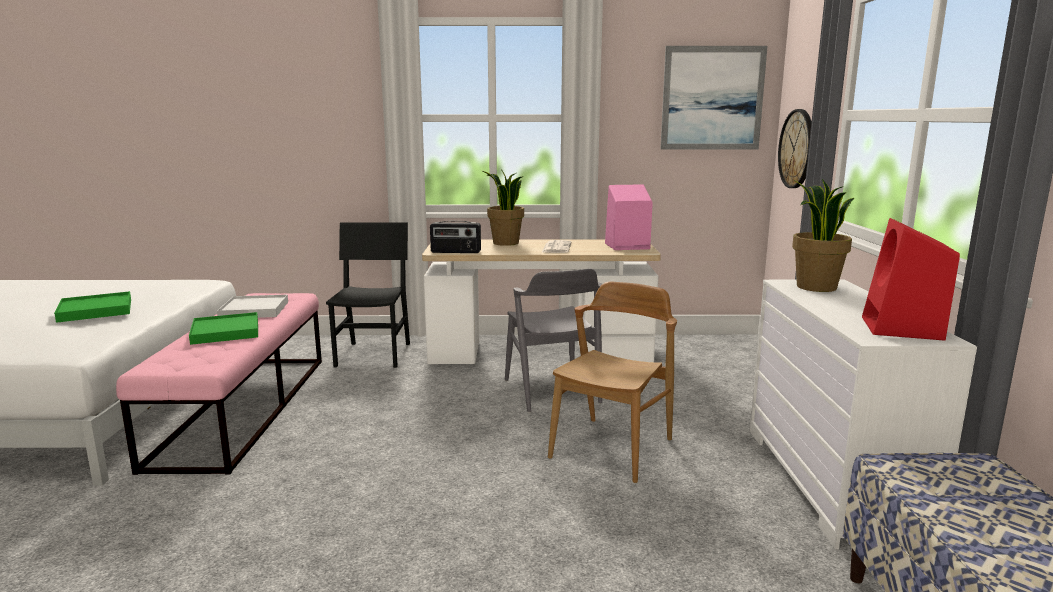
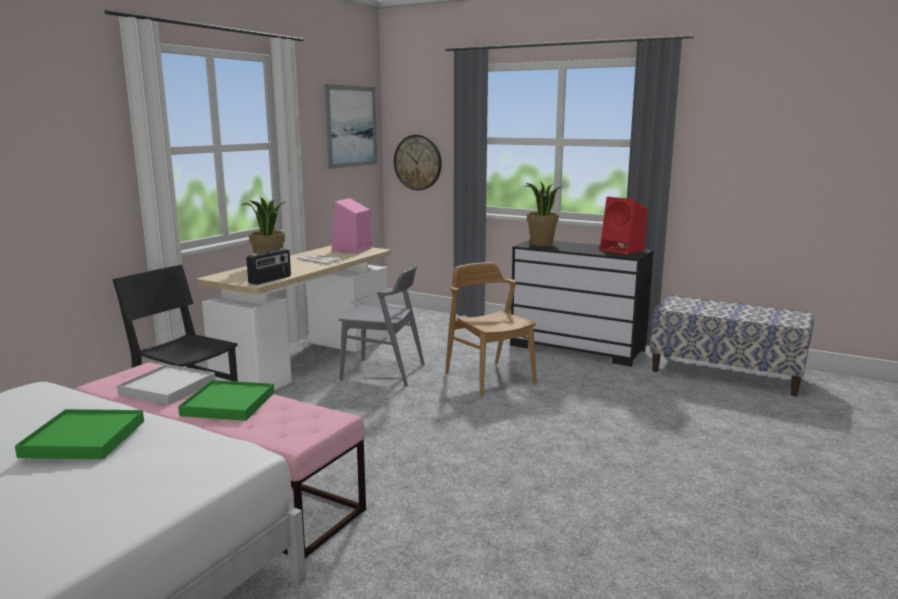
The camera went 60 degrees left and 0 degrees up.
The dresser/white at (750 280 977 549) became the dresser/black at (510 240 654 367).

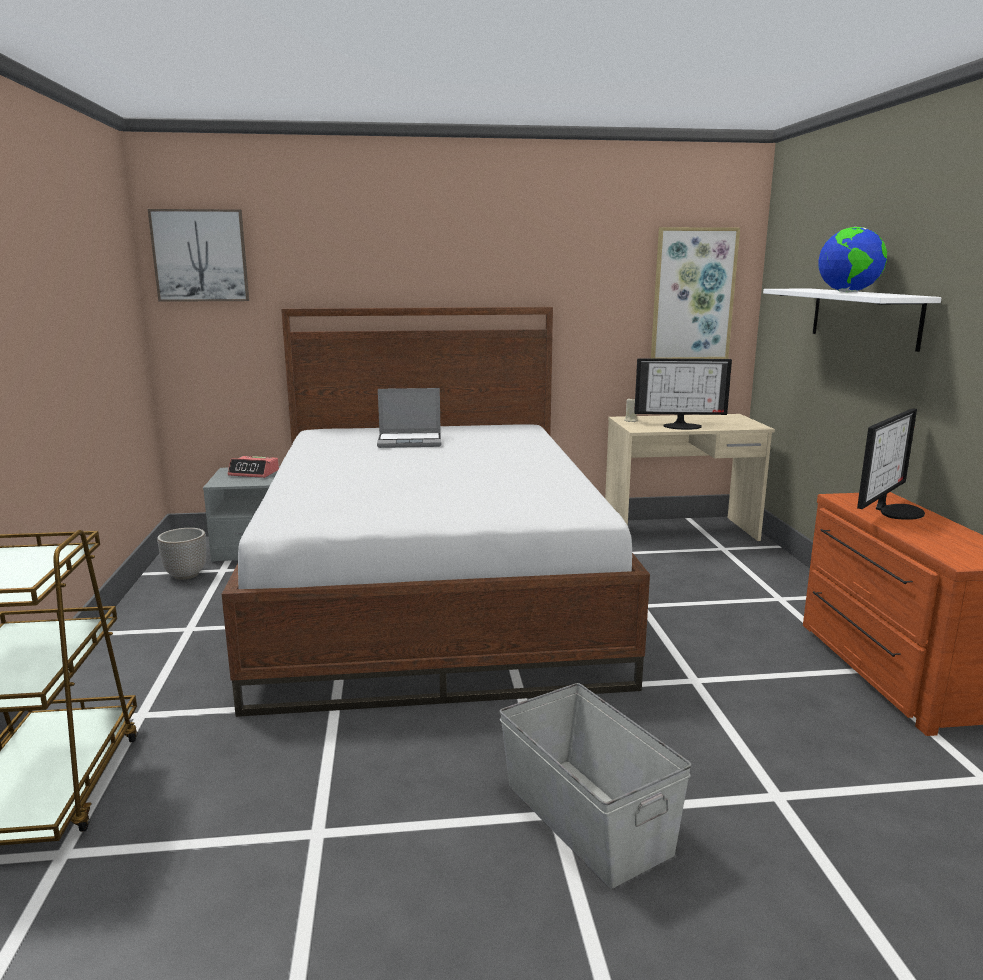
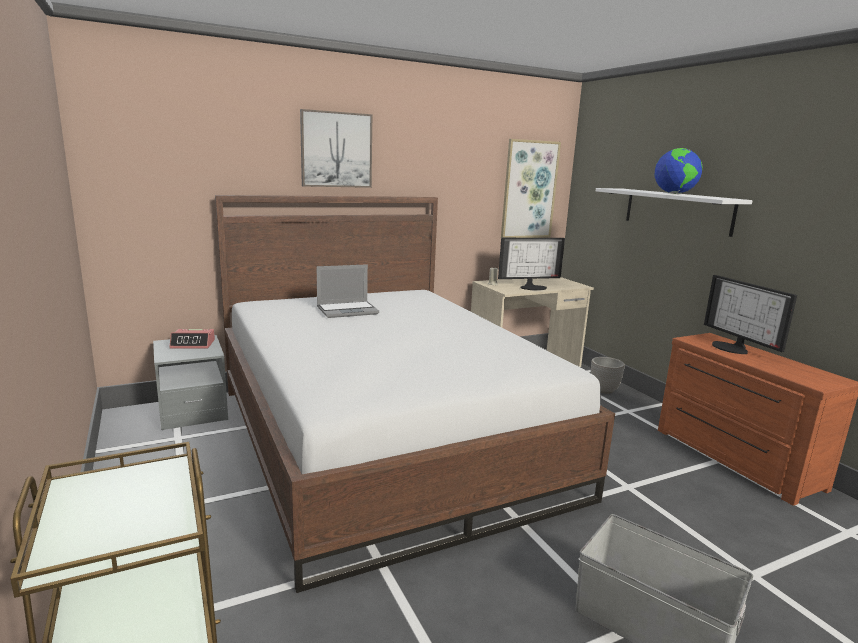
The camera went 20 degrees left and 0 degrees up.
The picture moved from (148 209 249 302) to (300 109 372 188).
The planter moved from (157 528 206 580) to (591 357 625 394).
The monitor at (857 408 925 520) turned 135 degrees clockwise.

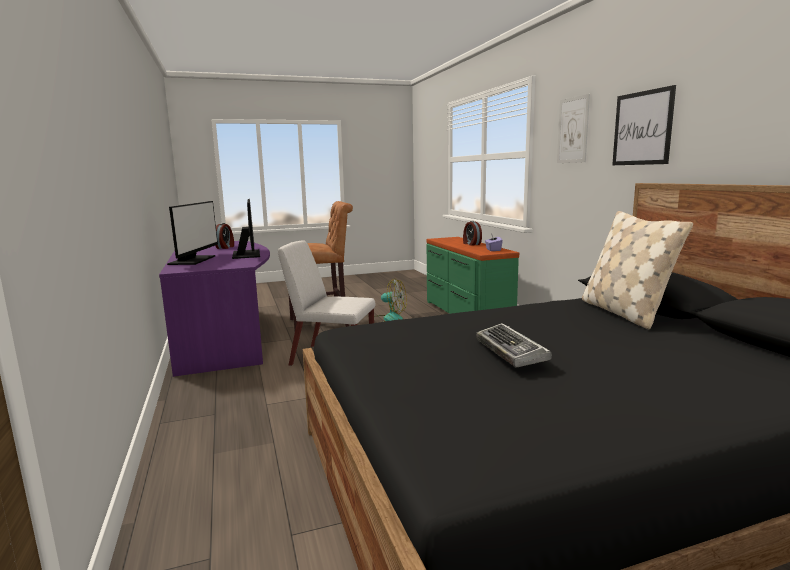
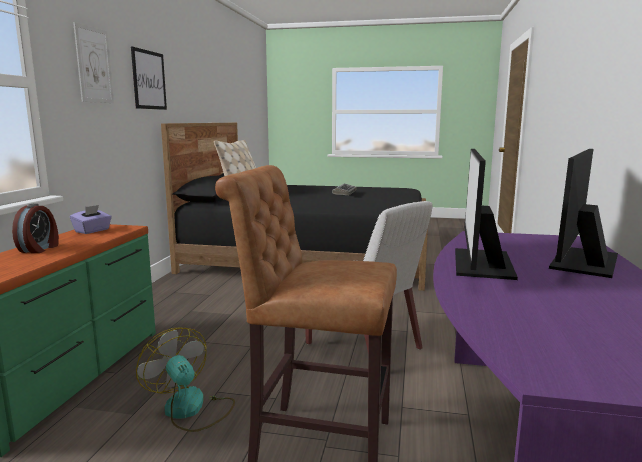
The camera went 150 degrees left and 0 degrees up.
The alarm clock at (215 223 234 249) disappeared.

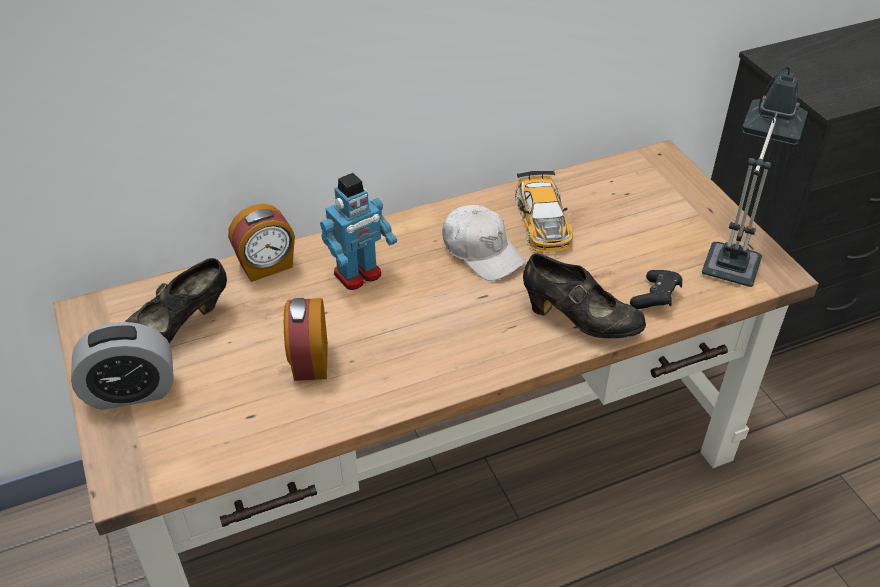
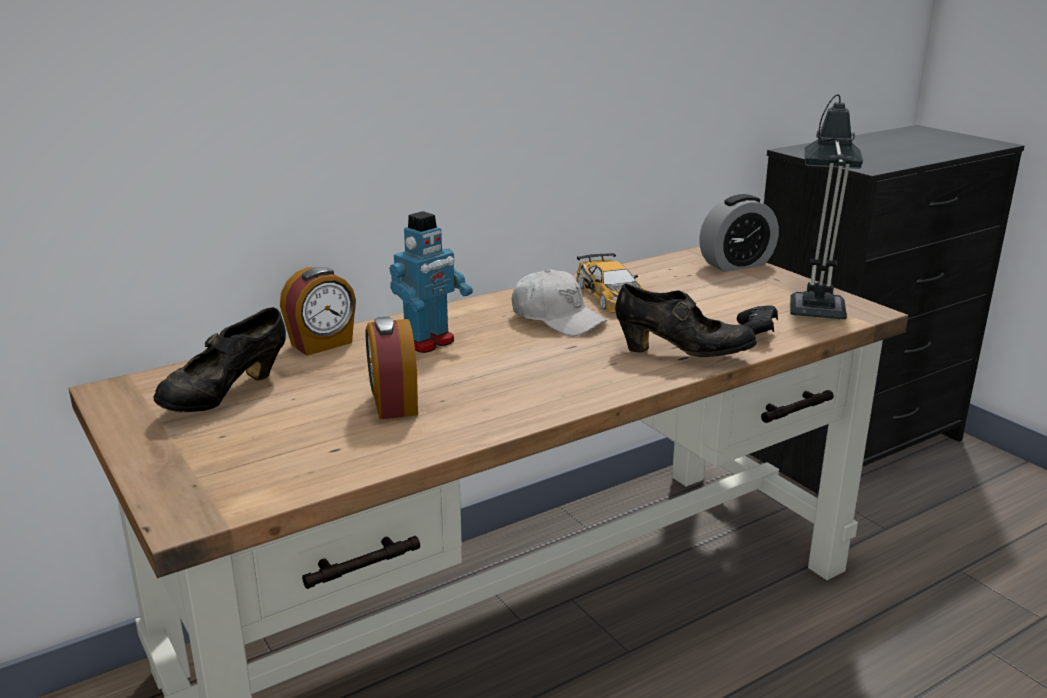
The camera went 10 degrees left and 20 degrees down.
The alarm clock moved from (71 322 174 410) to (699 194 779 272).

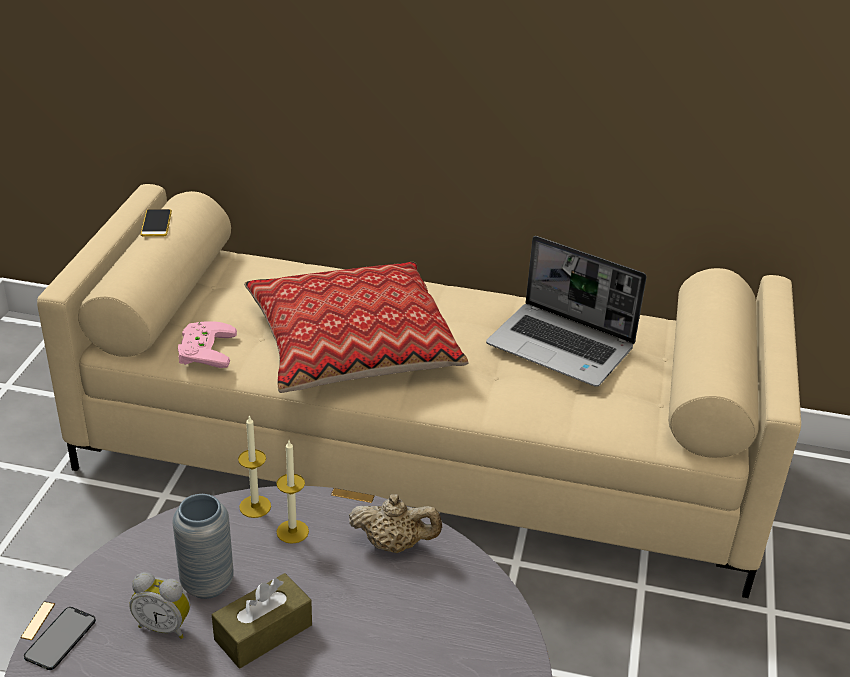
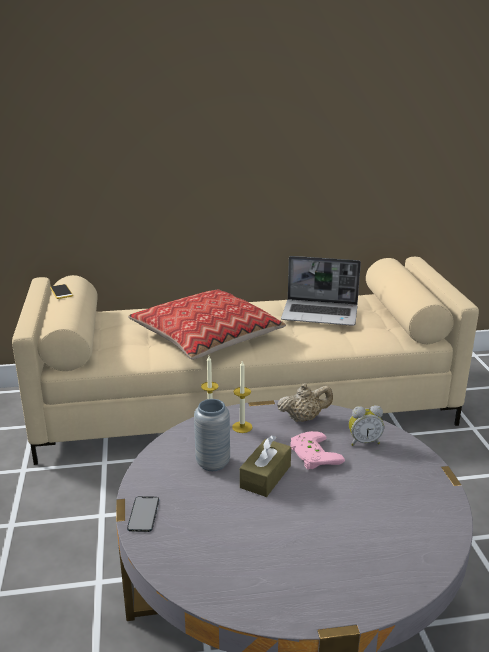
The camera went 20 degrees left and 10 degrees down.
The game controller/pink moved from (178 321 237 368) to (290 431 345 470).
The alarm clock moved from (129 572 190 639) to (349 405 384 446).

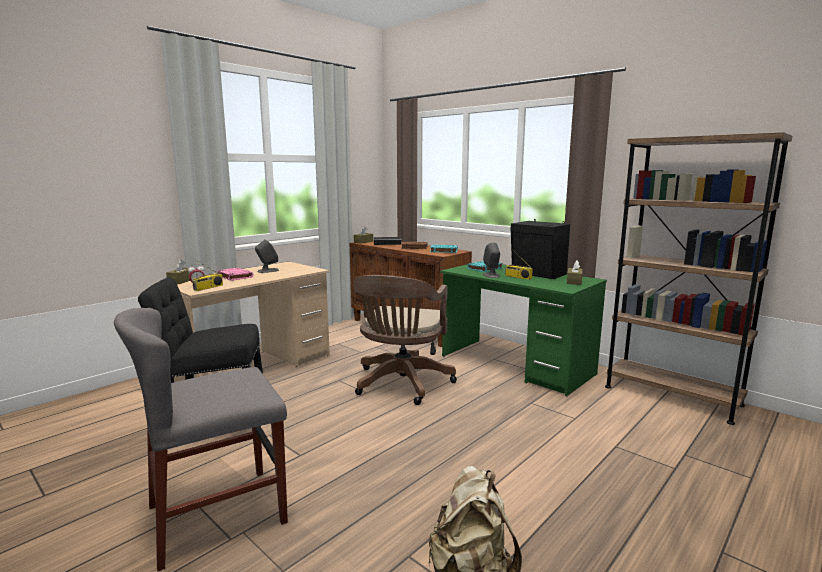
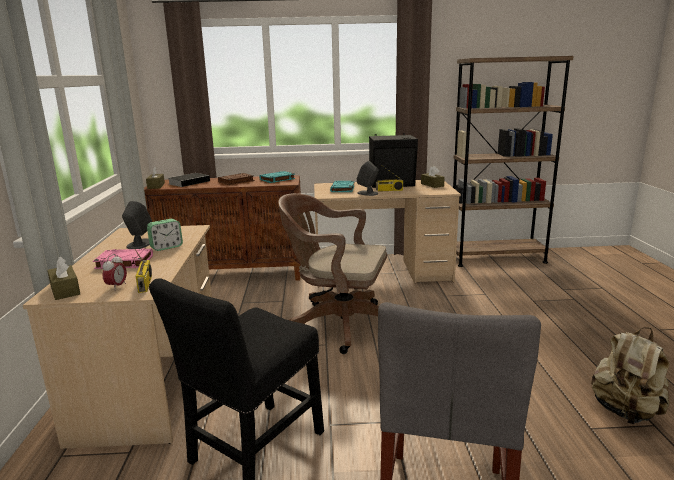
The camera went 45 degrees left and 5 degrees up.
The alarm clock at (147 219 183 251) appeared.
The office chair/brown at (354 275 457 405) turned 135 degrees clockwise.
The desk/green at (441 261 607 396) became the desk/beige at (314 180 461 288).

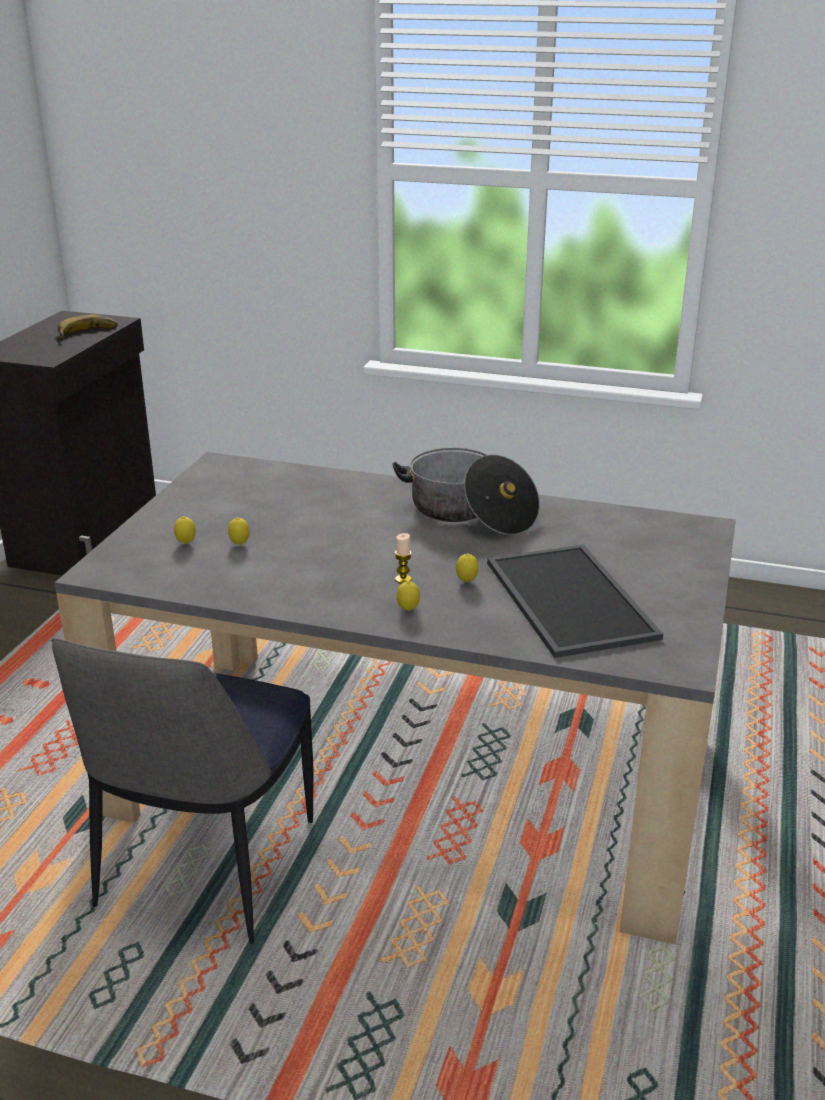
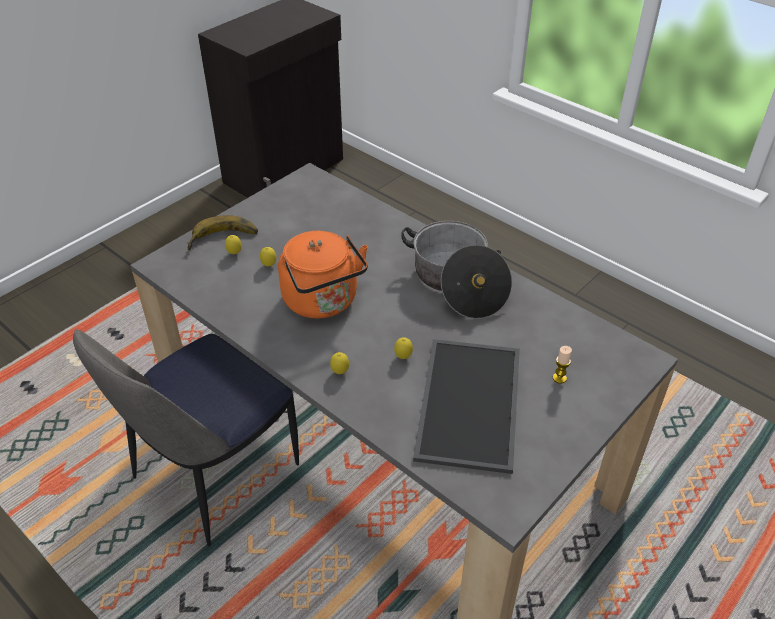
The camera went 25 degrees right and 15 degrees up.
The banana moved from (57 315 118 340) to (187 215 258 250).
The kettle/orange at (278 231 368 319) appeared.
The candle moved from (395 533 412 584) to (553 346 572 384).

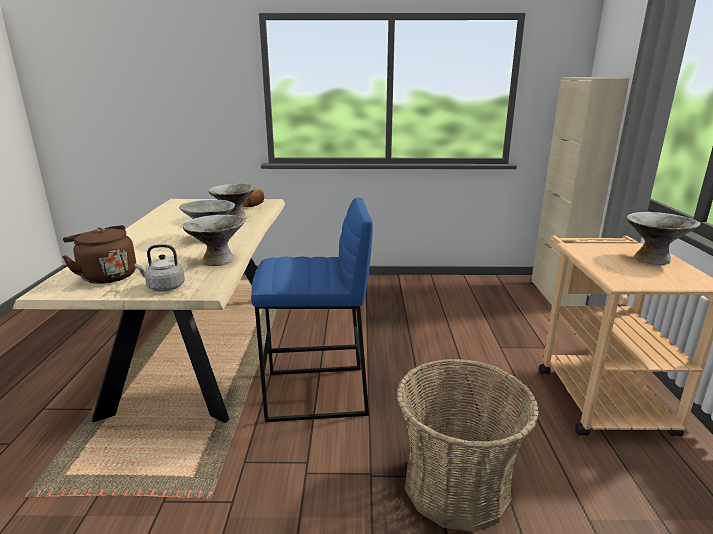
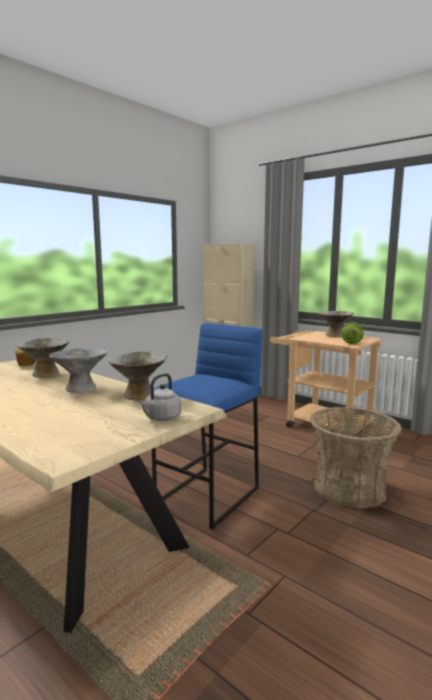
The camera went 50 degrees left and 10 degrees down.
The lettuce at (341 322 364 344) appeared.
The kettle/brown at (62 225 136 284) disappeared.

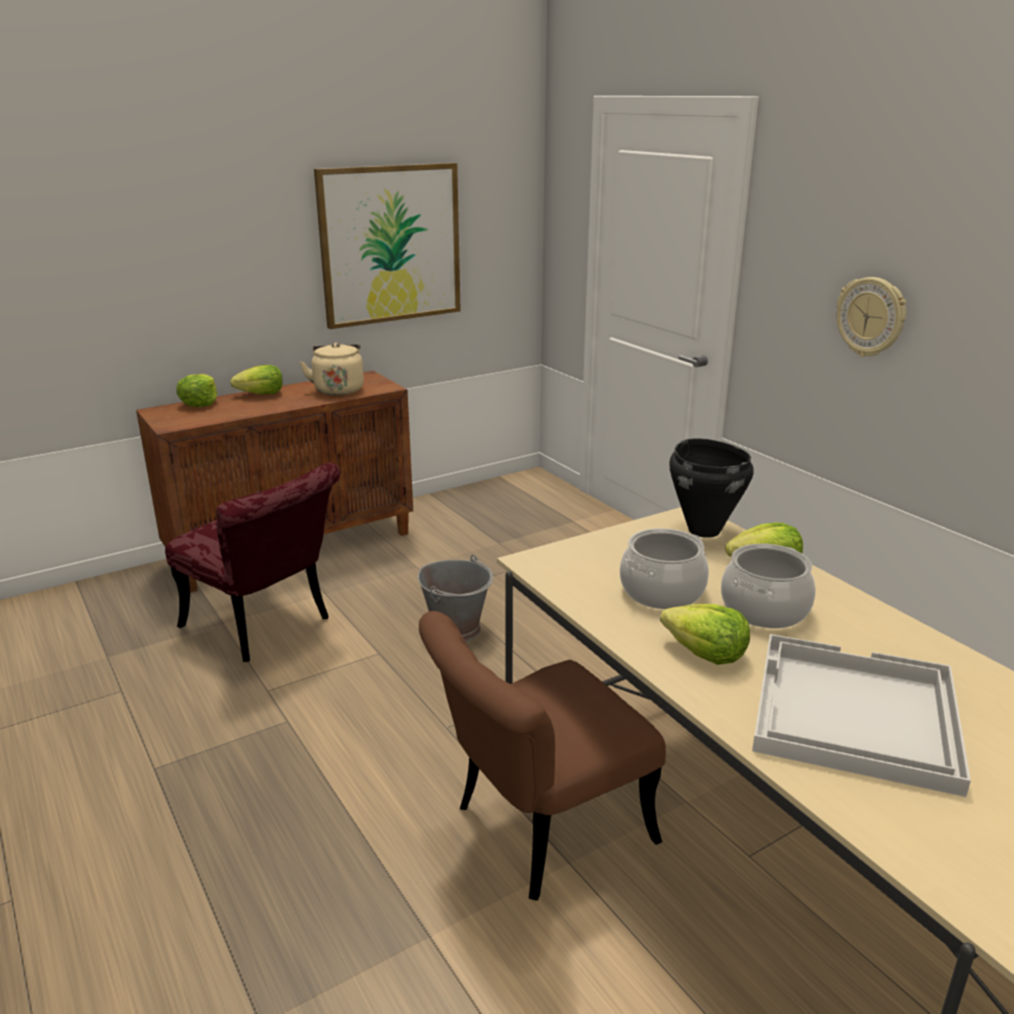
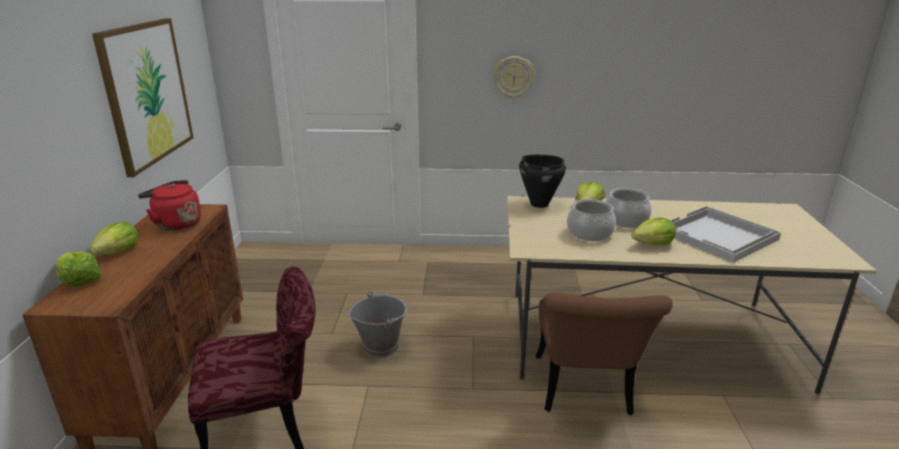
The camera went 55 degrees left and 0 degrees up.
The kettle/beige at (300 342 364 395) became the kettle/red at (138 180 201 230).

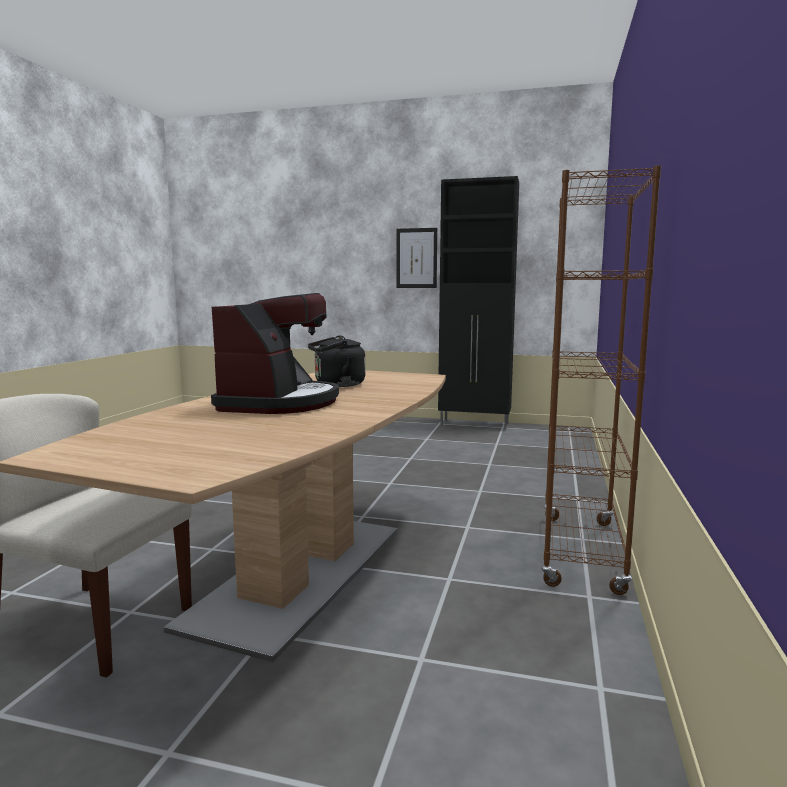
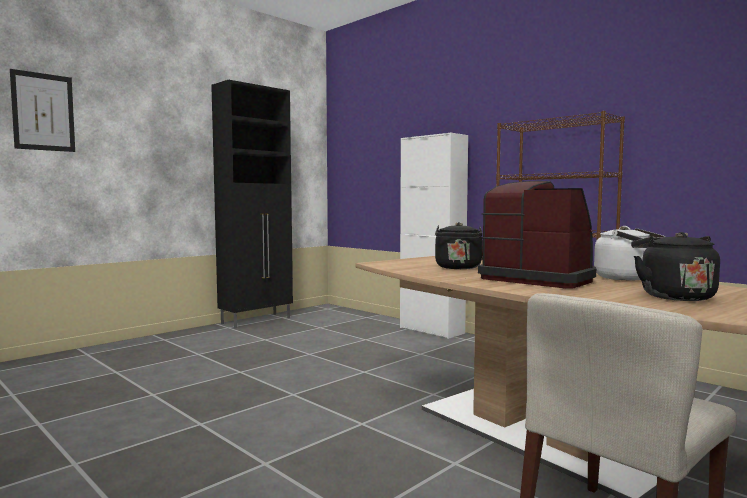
The camera went 60 degrees left and 5 degrees down.
The picture moved from (397 228 437 288) to (10 69 75 152).
The cabinet/white at (400 133 468 339) appeared.
The kettle/white at (594 226 665 281) appeared.
The kettle/black at (631 232 720 301) appeared.

